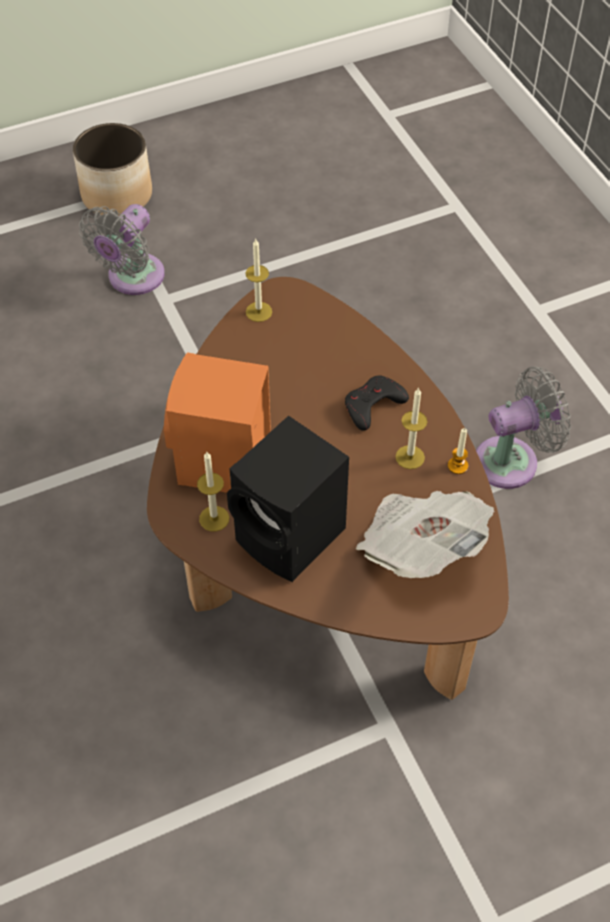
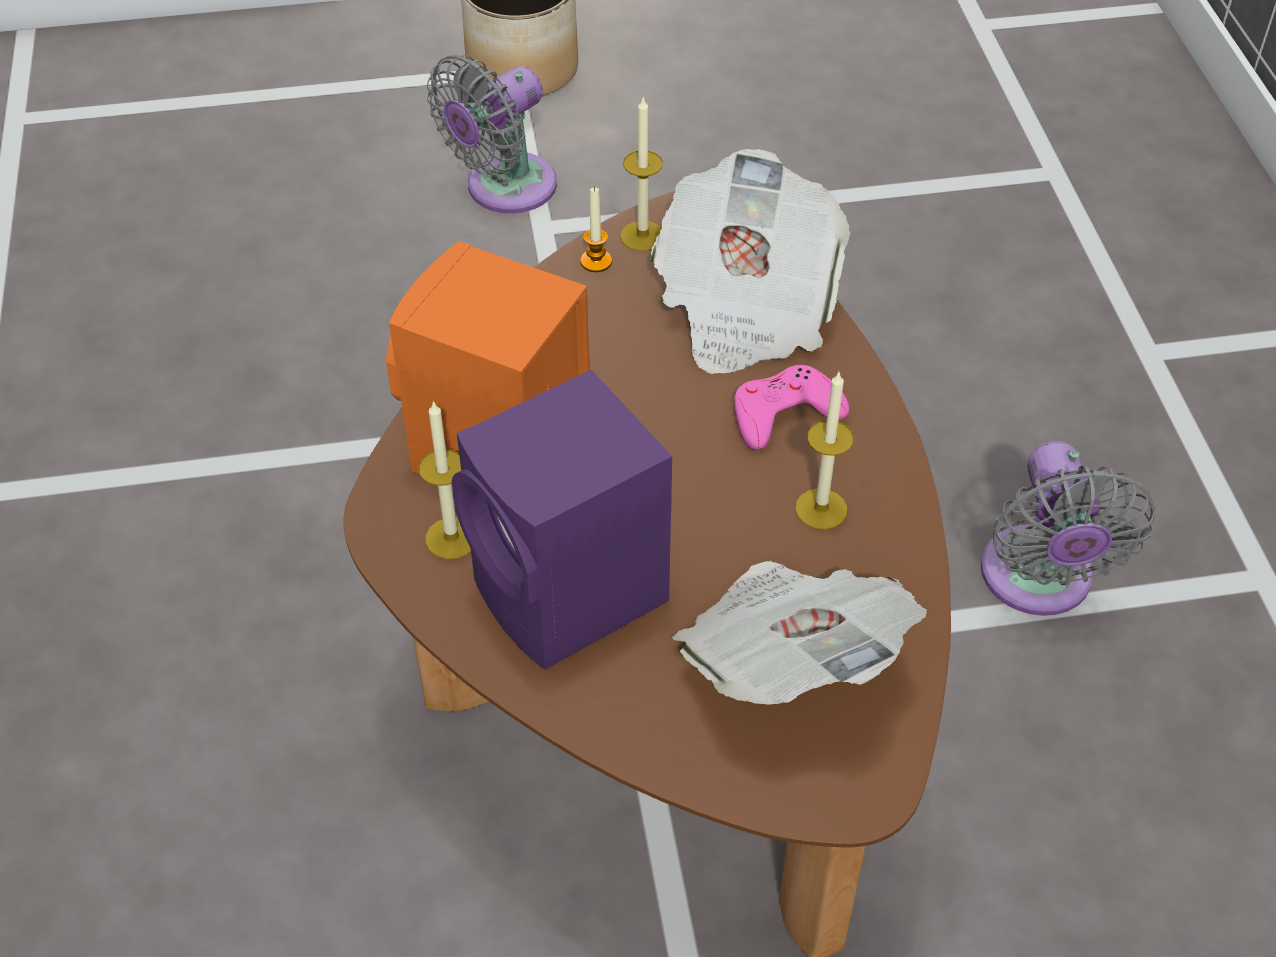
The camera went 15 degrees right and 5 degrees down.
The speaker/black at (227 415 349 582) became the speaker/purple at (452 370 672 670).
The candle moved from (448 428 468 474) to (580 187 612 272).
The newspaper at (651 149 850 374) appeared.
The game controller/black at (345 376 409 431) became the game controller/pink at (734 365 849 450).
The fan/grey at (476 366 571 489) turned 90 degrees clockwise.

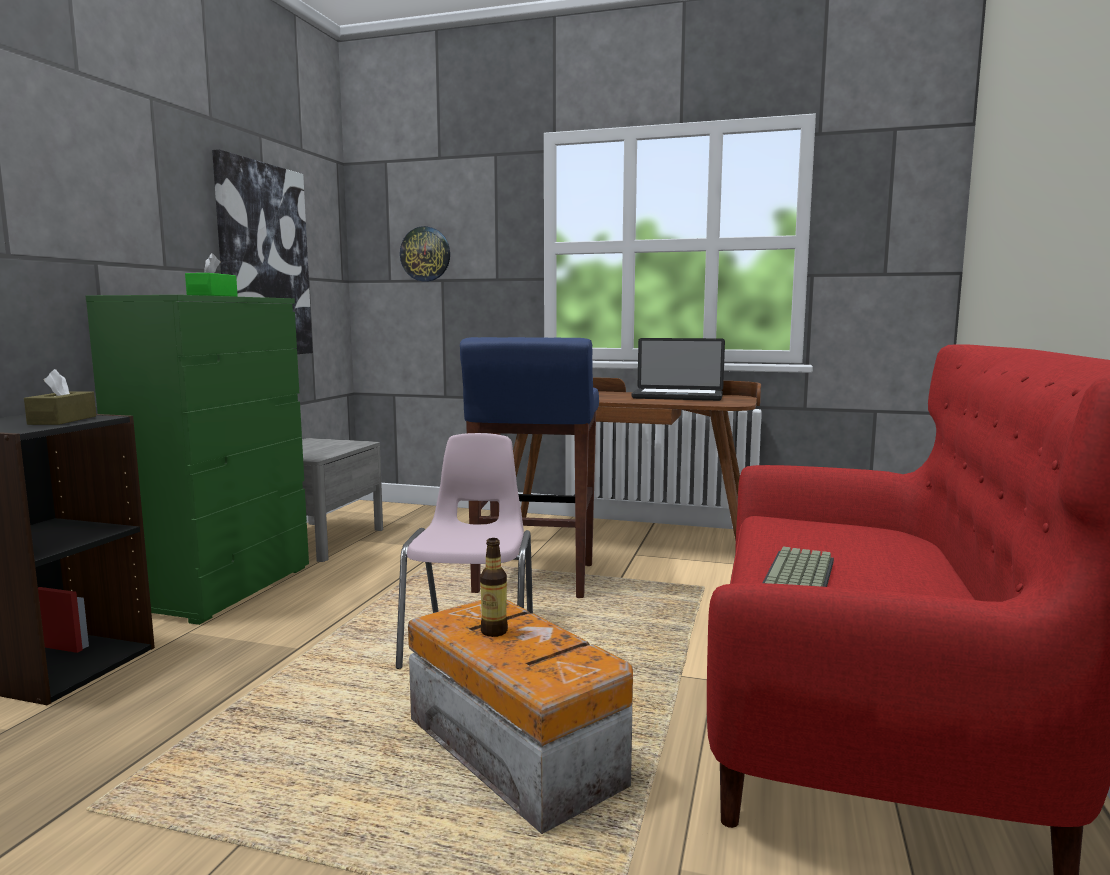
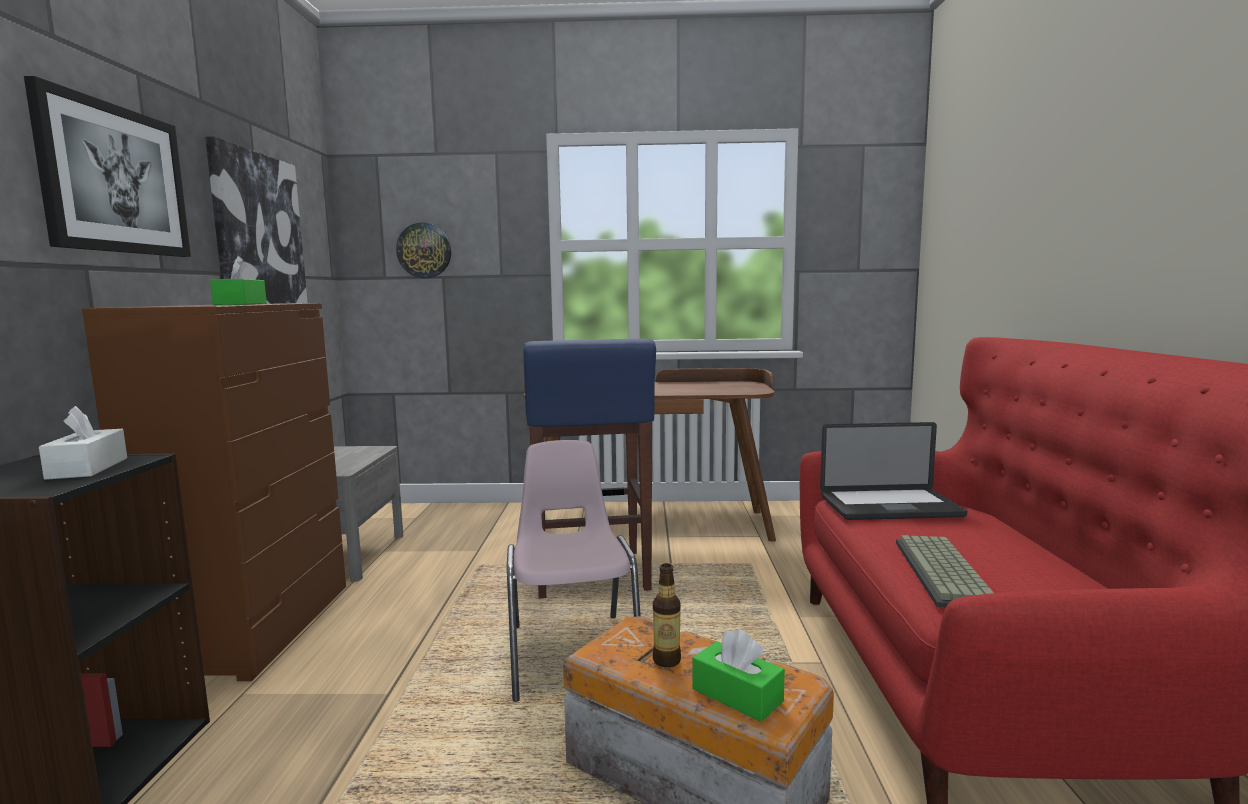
The camera went 15 degrees left and 0 degrees up.
The picture at (24 76 191 257) appeared.
The tissue box/brown at (24 369 96 425) became the tissue box/white at (39 406 127 480).
The dresser/green at (86 295 309 625) became the dresser/brown at (82 303 346 681).
The tissue box/green at (692 629 785 722) appeared.
The laptop moved from (631 338 725 401) to (820 422 967 520).

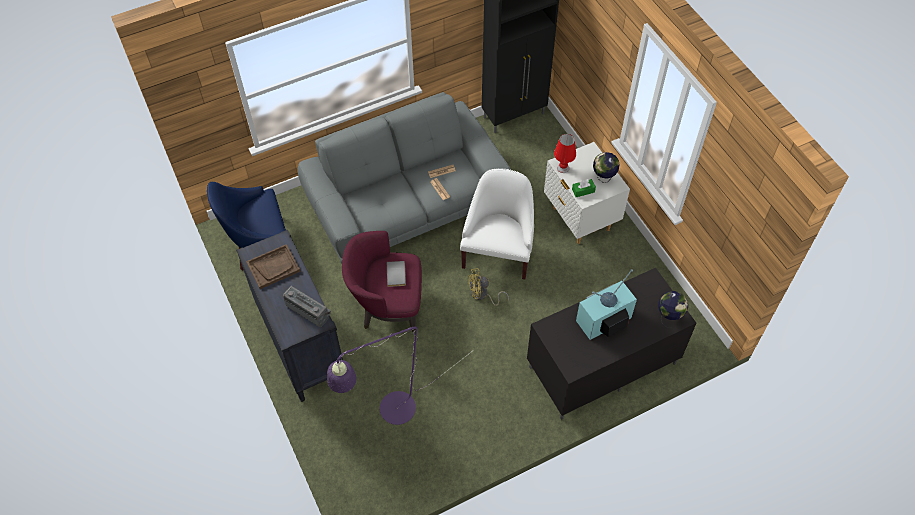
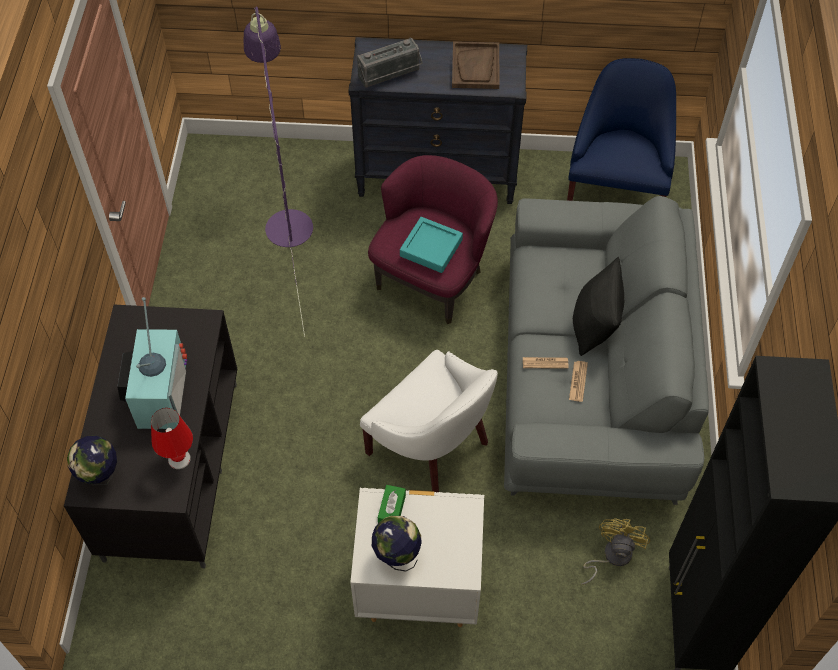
The camera went 120 degrees right and 0 degrees up.
The table lamp/red moved from (554 134 576 173) to (151 408 193 469).
The book/grey at (387 261 406 287) was replaced by the tray/turquoise at (400 217 463 273).
The pillow/black at (573 257 624 356) appeared.
The fan/yellow moved from (468 268 509 306) to (581 518 650 585).

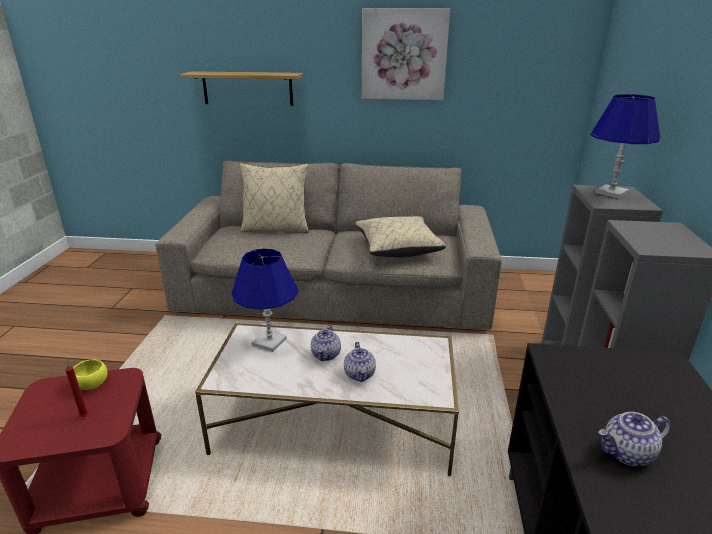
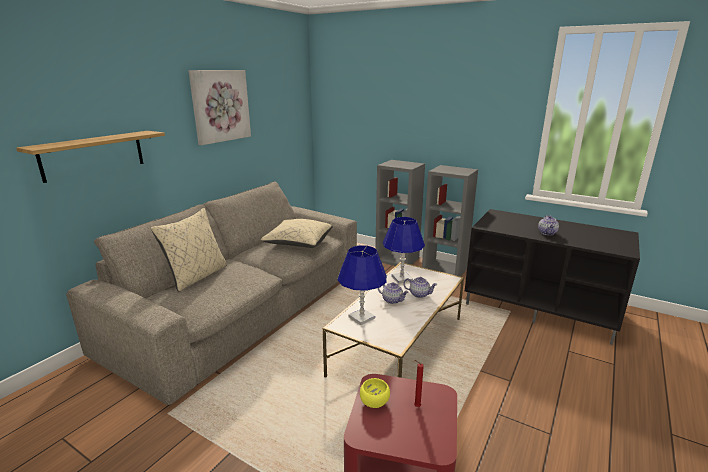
The camera went 65 degrees left and 5 degrees down.
The table lamp/blue moved from (590 94 660 198) to (383 217 425 283).

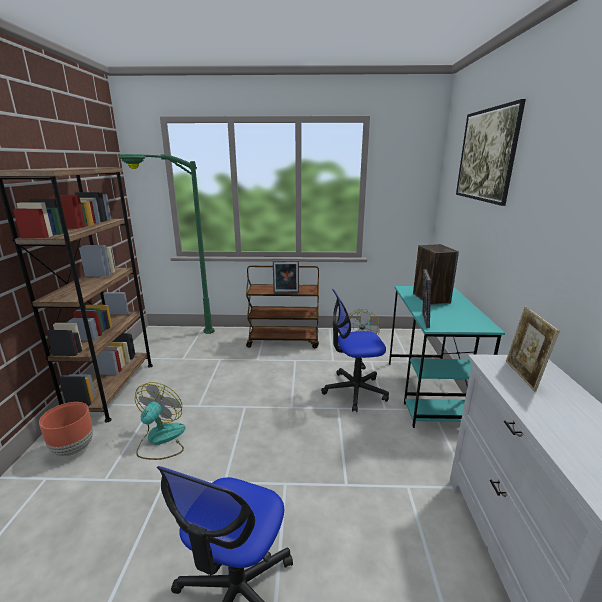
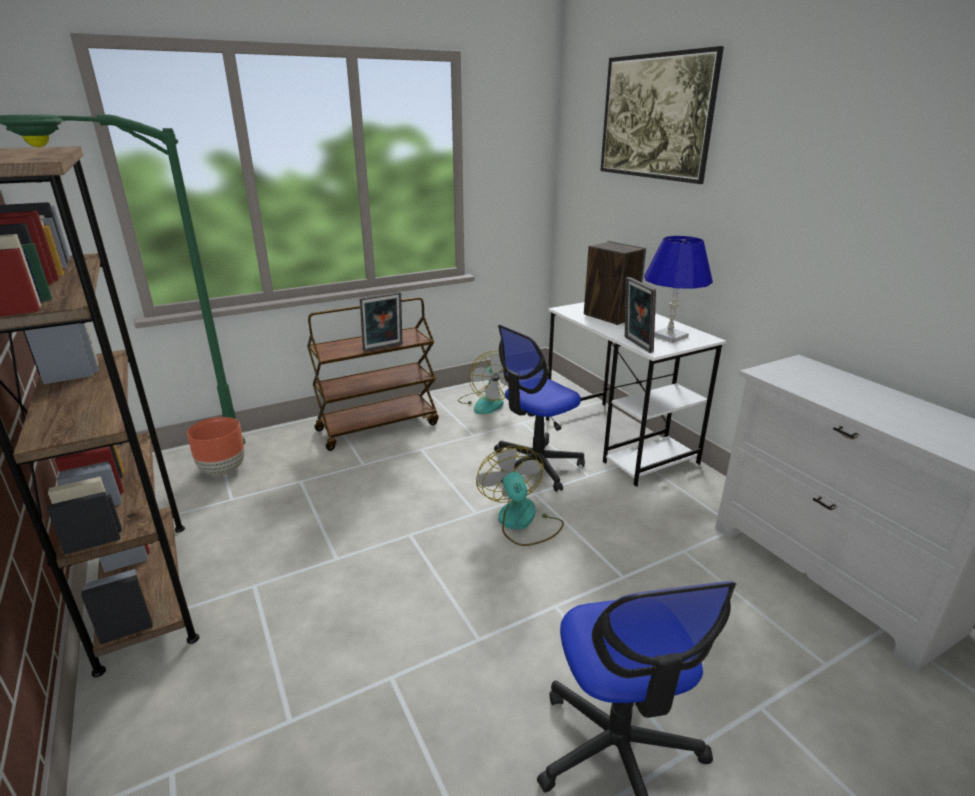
The camera went 30 degrees left and 5 degrees up.
The planter/brown moved from (39 402 93 456) to (187 417 245 476).
The fan moved from (135 382 186 460) to (476 446 564 546).
The desk/turquoise at (389 286 505 428) became the desk/white at (546 302 727 487).
The table lamp/blue at (644 236 713 343) appeared.
The picture frame at (506 306 560 391) disappeared.

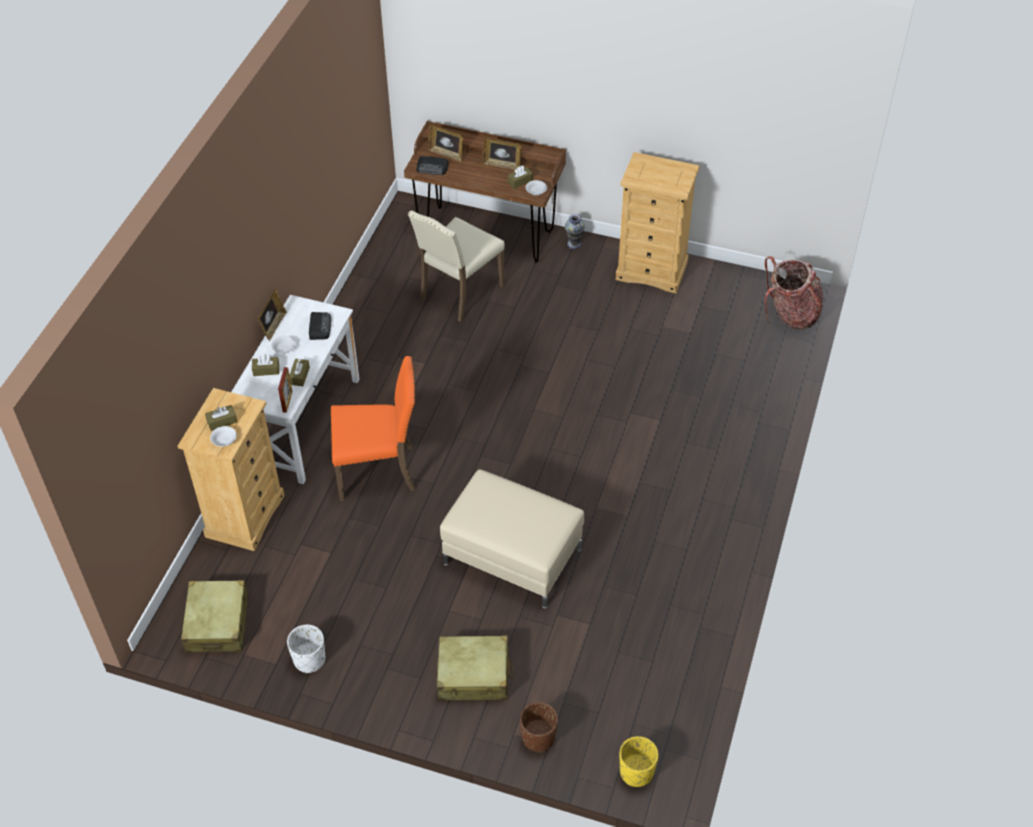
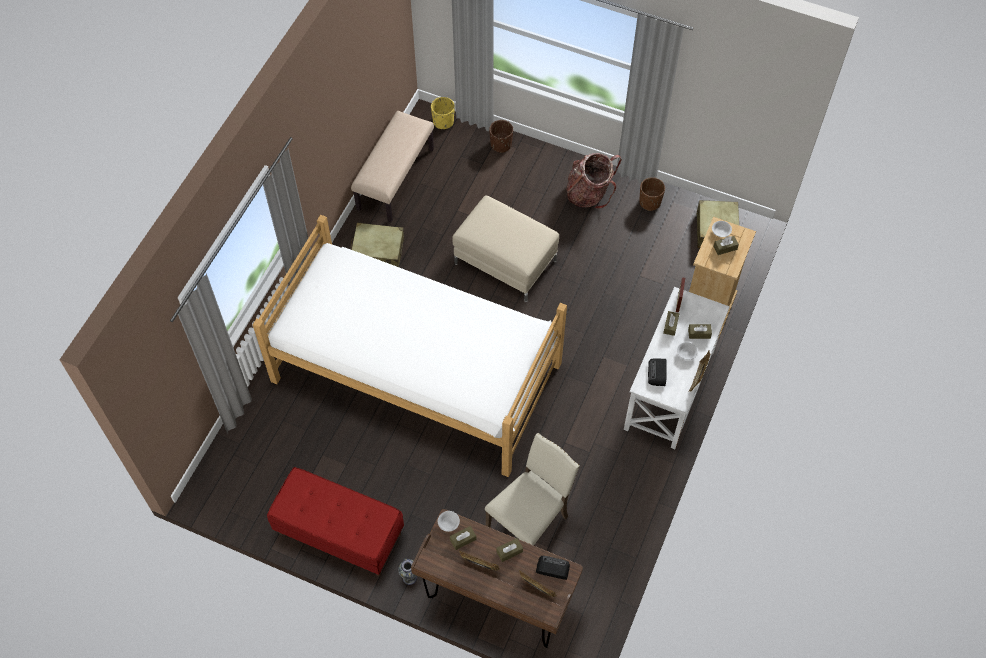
The camera went 175 degrees left and 10 degrees up.
The bed at (253 215 567 477) appeared.
The dresser/beige at (615 152 700 293) was replaced by the bench/red at (267 467 404 576).
The bench/beige at (351 111 434 222) appeared.
The suitcase/beige moved from (437 635 514 701) to (351 223 404 267).
The tissue box/brown at (496 538 523 562) appeared.
The backpack moved from (764 256 823 330) to (566 153 622 209).
The planter/white at (287 625 325 673) became the planter/brown at (639 177 665 211).
The chair/orange at (331 356 415 501) disappeared.

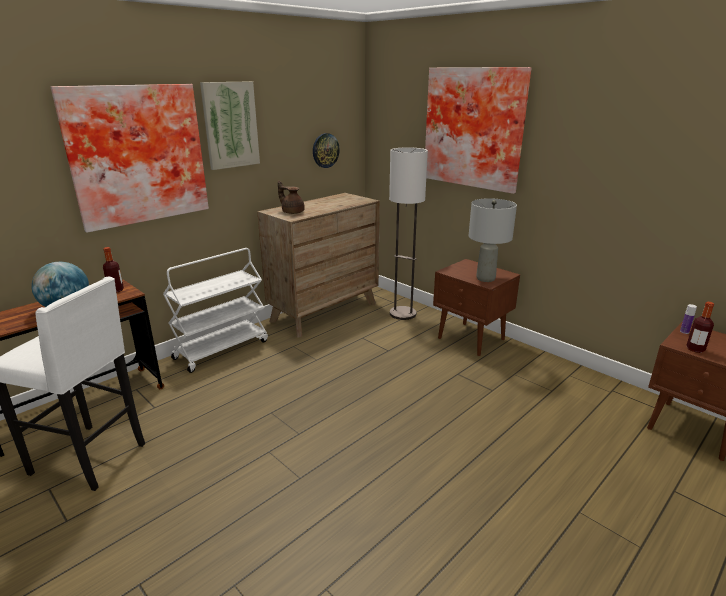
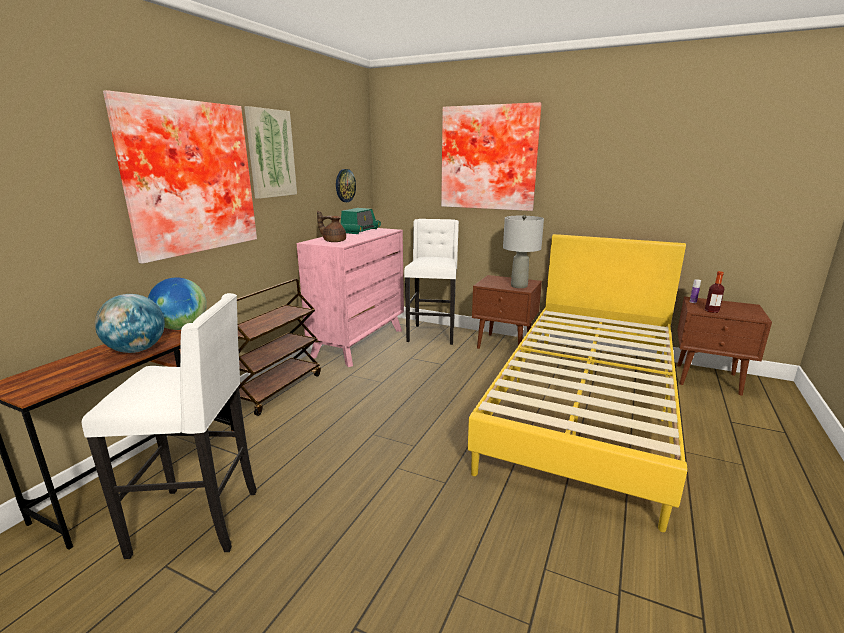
The camera went 20 degrees left and 5 degrees down.
The bottle at (103 247 124 293) was replaced by the globe at (148 278 207 330).
The cart/white at (163 248 268 373) became the cart/brown at (237 279 321 416).
The dresser/brown at (257 193 380 338) became the dresser/pink at (297 228 404 367).
The radio at (341 208 381 234) appeared.
The floor lamp at (389 147 428 320) was replaced by the stool/white at (404 219 459 345).
The bed/yellow at (468 234 688 532) appeared.

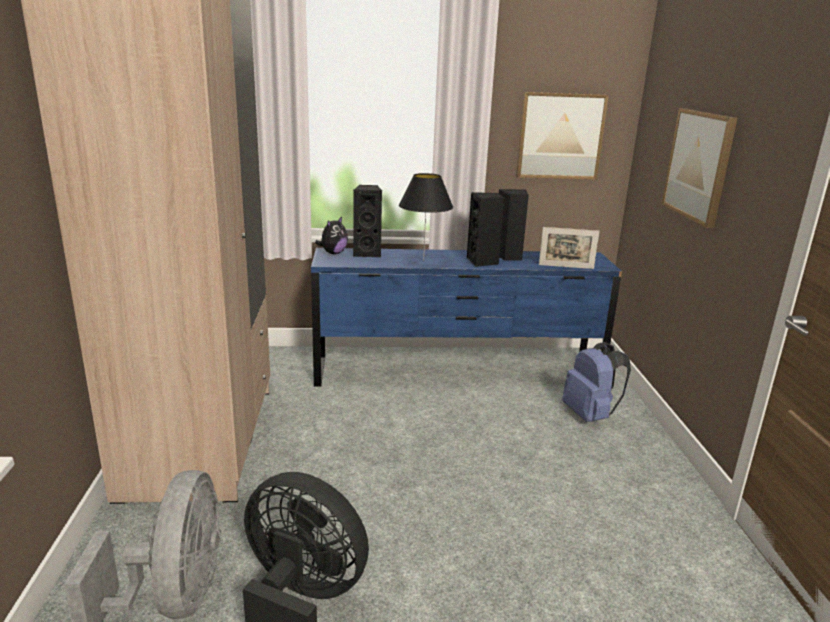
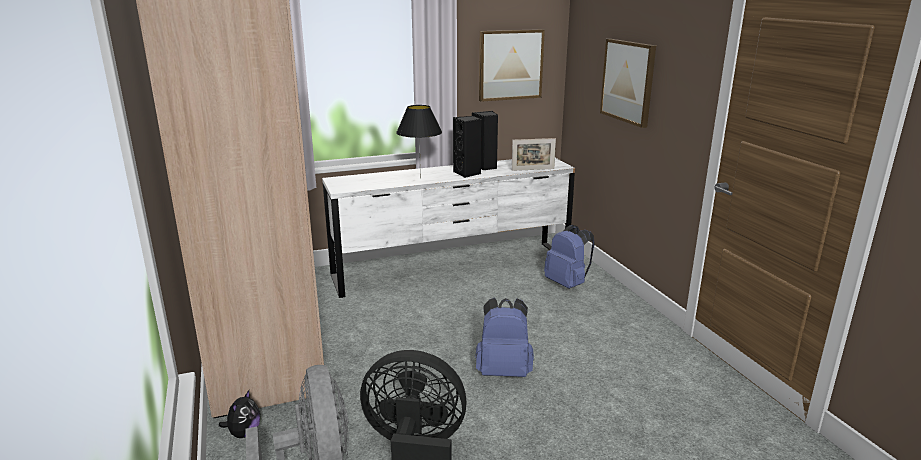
The camera went 15 degrees left and 0 degrees up.
The plush toy moved from (315 217 348 254) to (219 390 260 438).
The dresser/blue at (311 248 622 387) became the dresser/white at (322 158 575 298).
The backpack/blue at (475 297 534 377) appeared.
The speaker/black at (353 185 382 257) disappeared.

